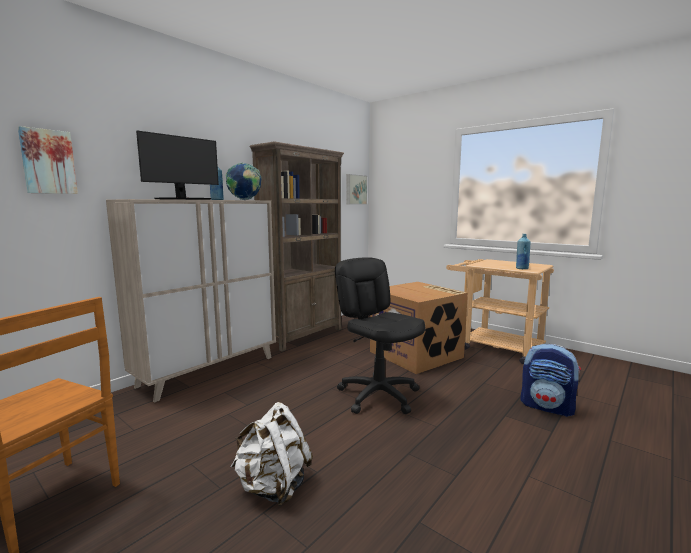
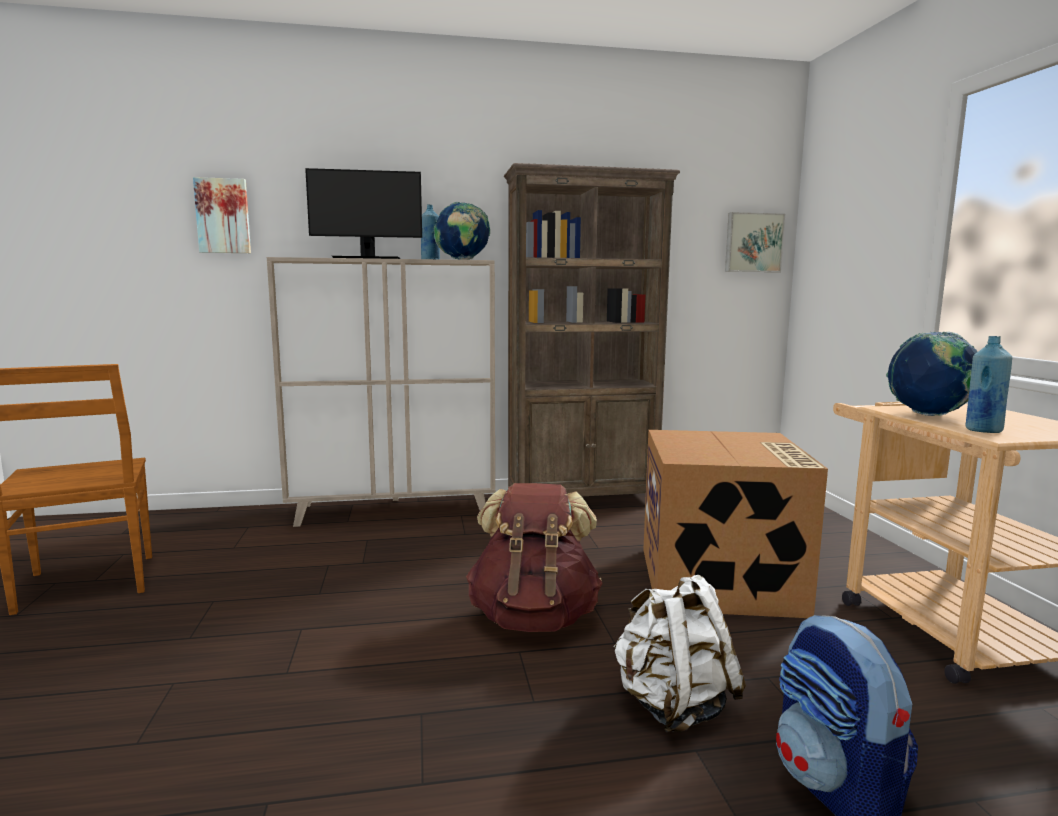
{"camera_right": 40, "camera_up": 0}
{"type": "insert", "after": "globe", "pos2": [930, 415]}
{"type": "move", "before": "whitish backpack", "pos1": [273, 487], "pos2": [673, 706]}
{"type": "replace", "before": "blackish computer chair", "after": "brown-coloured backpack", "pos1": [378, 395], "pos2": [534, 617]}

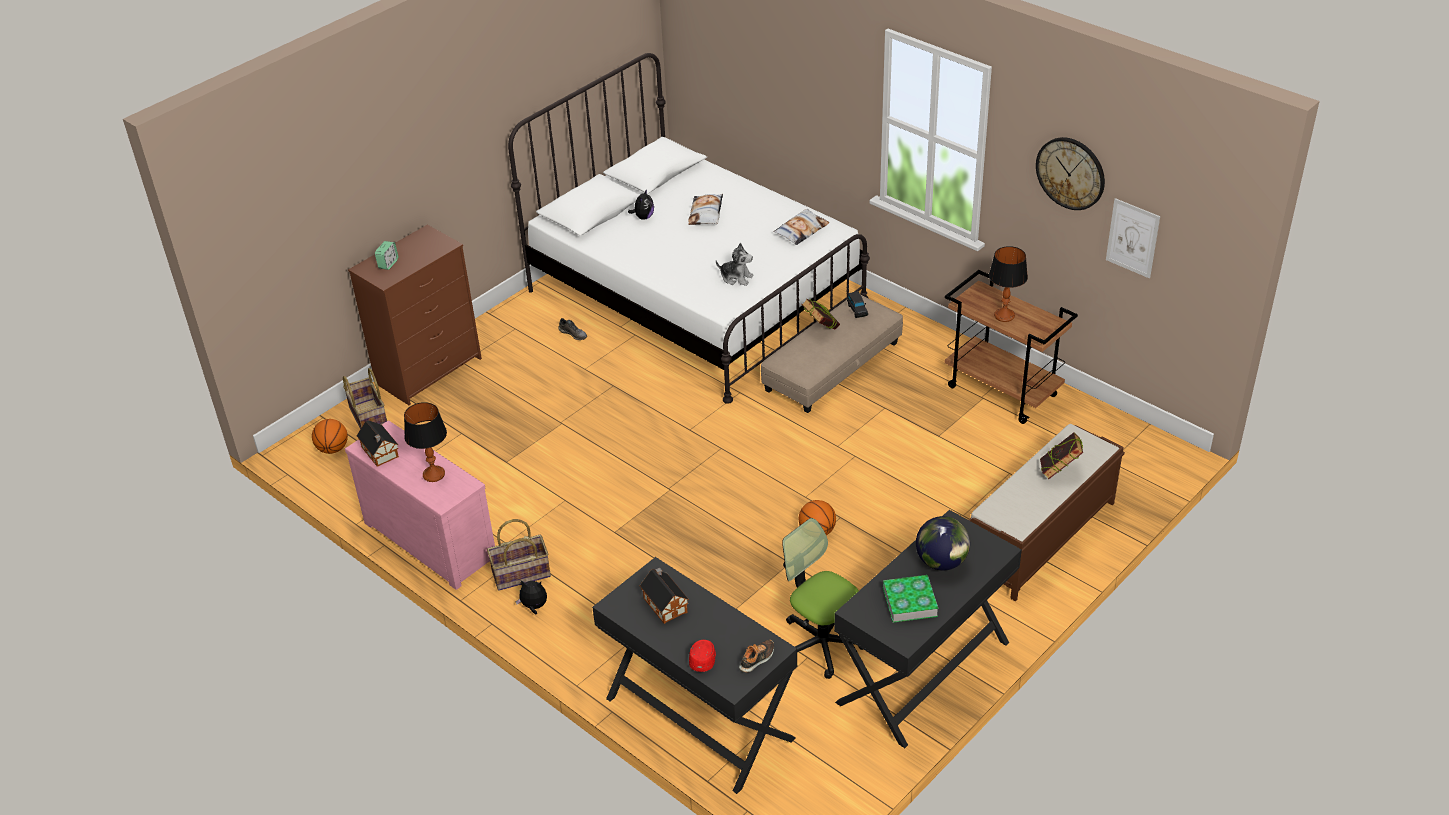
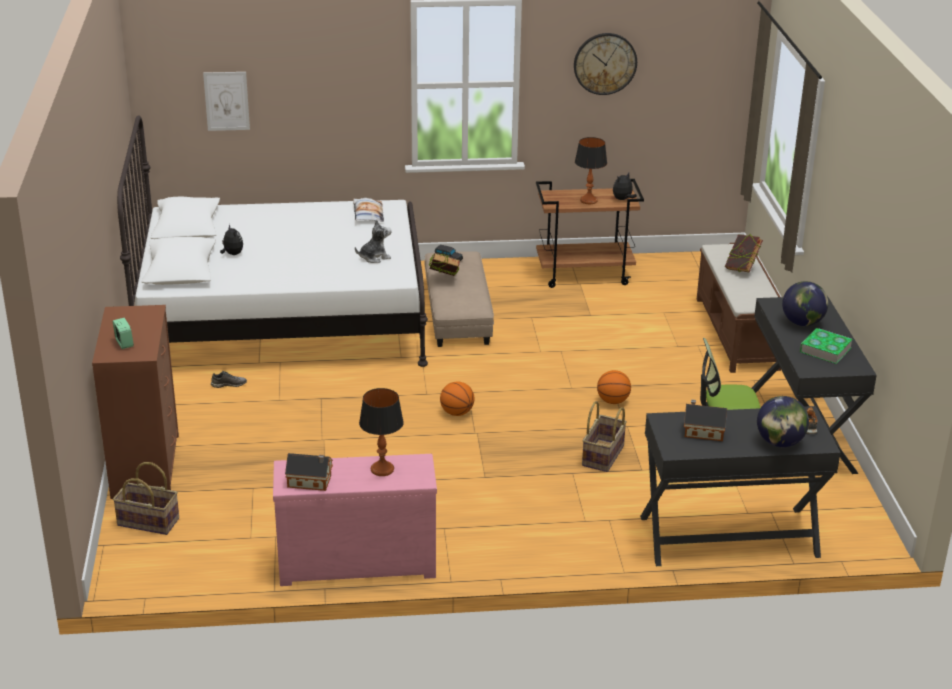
{"camera_right": -50, "camera_up": -10}
{"type": "delete", "before": "pillow", "pos1": [706, 213]}
{"type": "move", "before": "basketball ball", "pos1": [333, 449], "pos2": [457, 413]}
{"type": "move", "before": "household basket", "pos1": [521, 575], "pos2": [603, 456]}
{"type": "move", "before": "cuddly toy", "pos1": [534, 607], "pos2": [623, 199]}
{"type": "move", "before": "wall picture", "pos1": [1132, 238], "pos2": [226, 101]}
{"type": "replace", "before": "red cap", "after": "globe", "pos1": [703, 658], "pos2": [779, 442]}

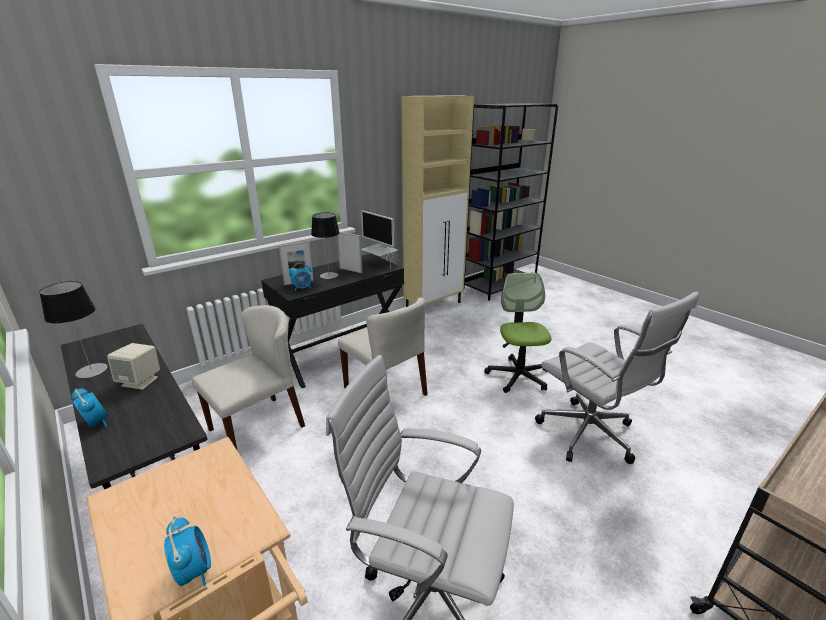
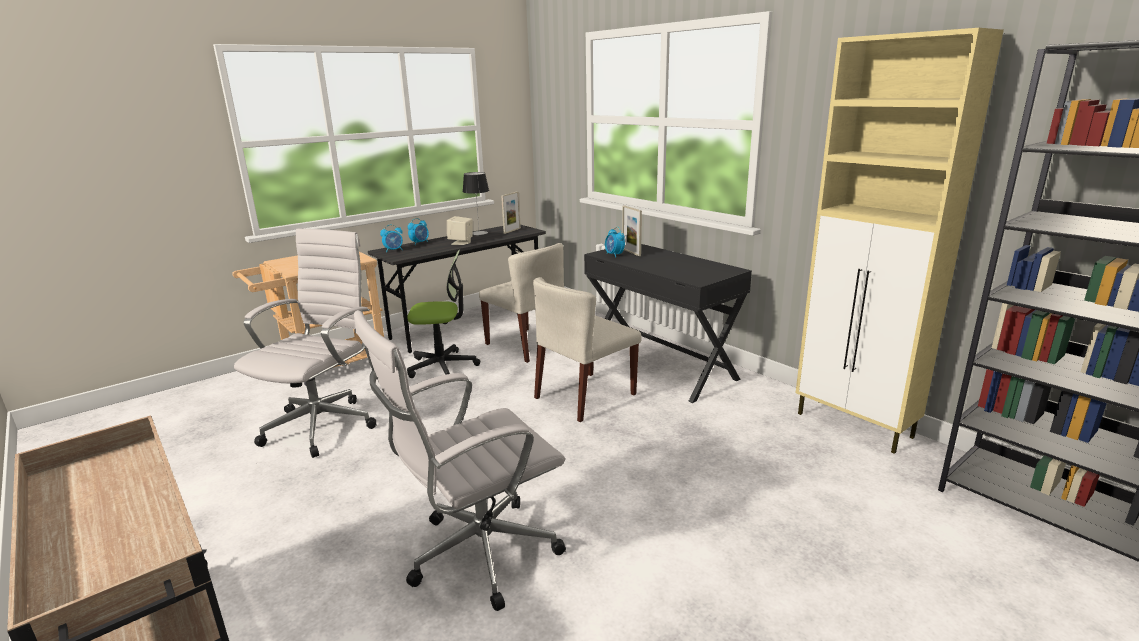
{"camera_right": 90, "camera_up": -5}
{"type": "delete", "before": "table lamp", "pos1": [329, 275]}
{"type": "delete", "before": "monitor", "pos1": [380, 265]}
{"type": "move", "before": "table clock", "pos1": [194, 571], "pos2": [394, 250]}
{"type": "move", "before": "standing frame", "pos1": [350, 270], "pos2": [512, 231]}
{"type": "move", "before": "computer chair", "pos1": [518, 376], "pos2": [443, 366]}

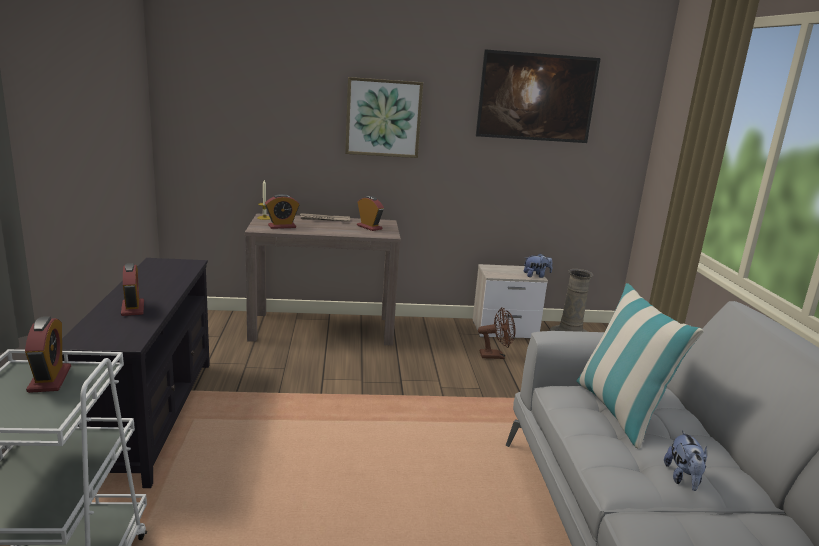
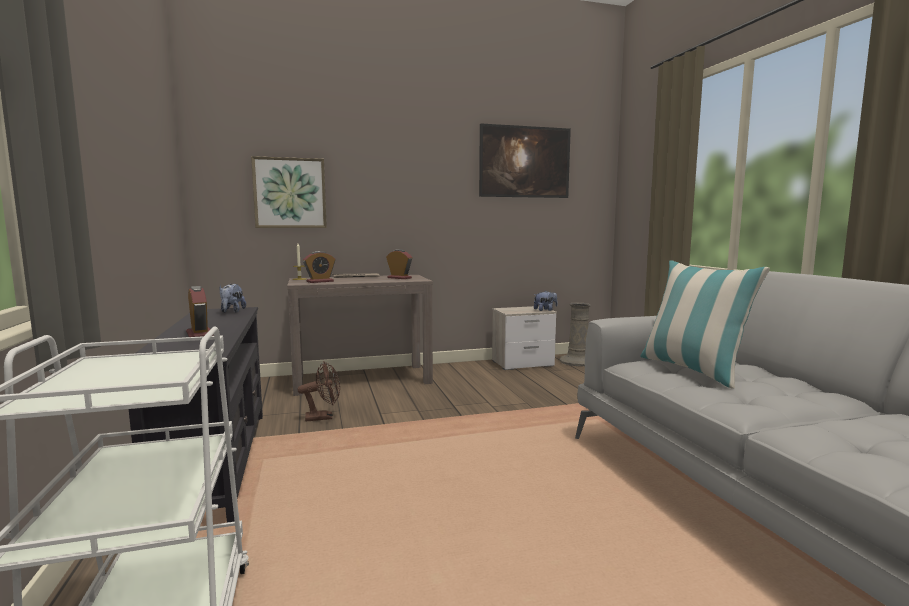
{"camera_right": -10, "camera_up": -10}
{"type": "delete", "before": "table clock", "pos1": [49, 379]}
{"type": "move", "before": "wall picture", "pos1": [383, 118], "pos2": [290, 193]}
{"type": "move", "before": "brown-coloured electric fan", "pos1": [496, 356], "pos2": [323, 417]}
{"type": "move", "before": "cuddly toy", "pos1": [683, 478], "pos2": [232, 311]}

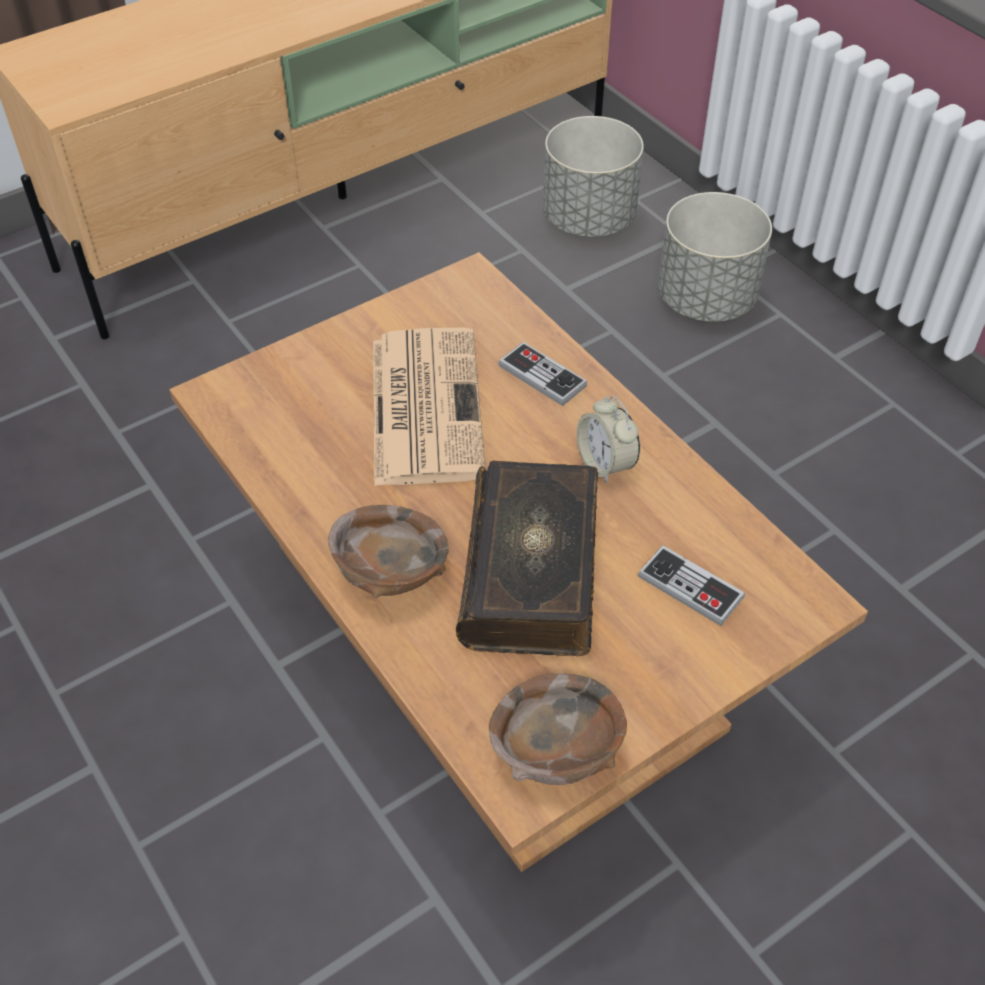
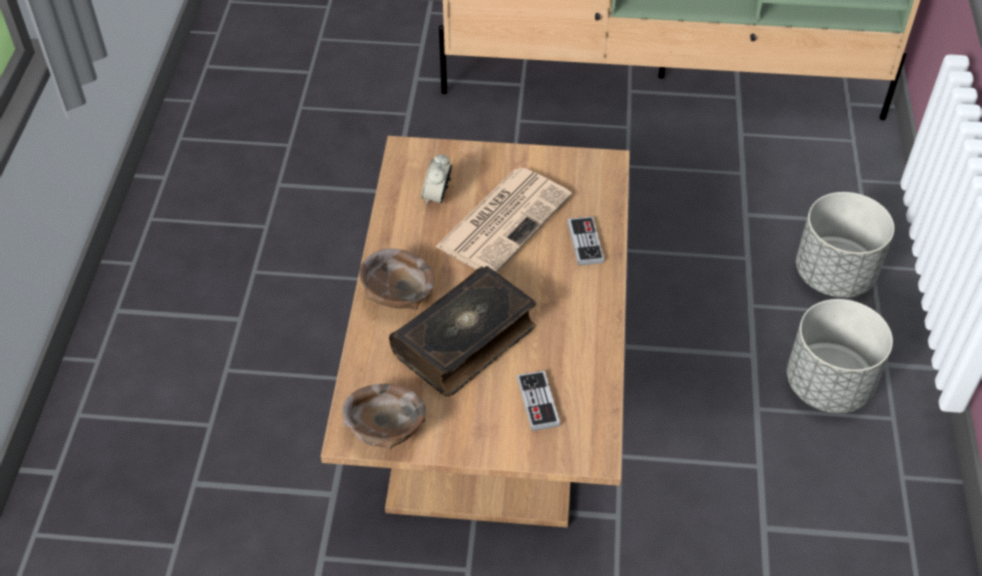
{"camera_right": 40, "camera_up": 0}
{"type": "move", "before": "gray plant pot", "pos1": [589, 219], "pos2": [828, 385]}
{"type": "move", "before": "table clock", "pos1": [605, 464], "pos2": [437, 196]}

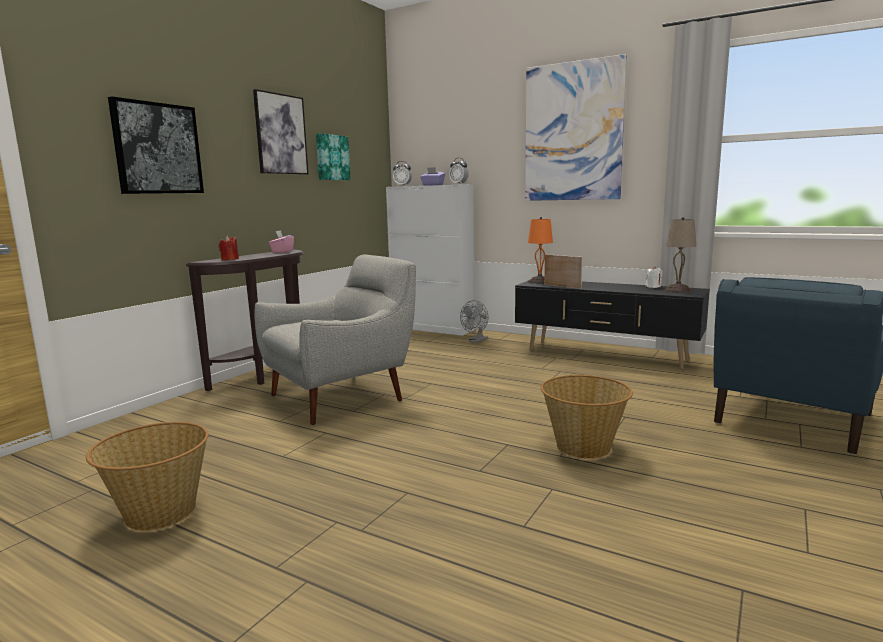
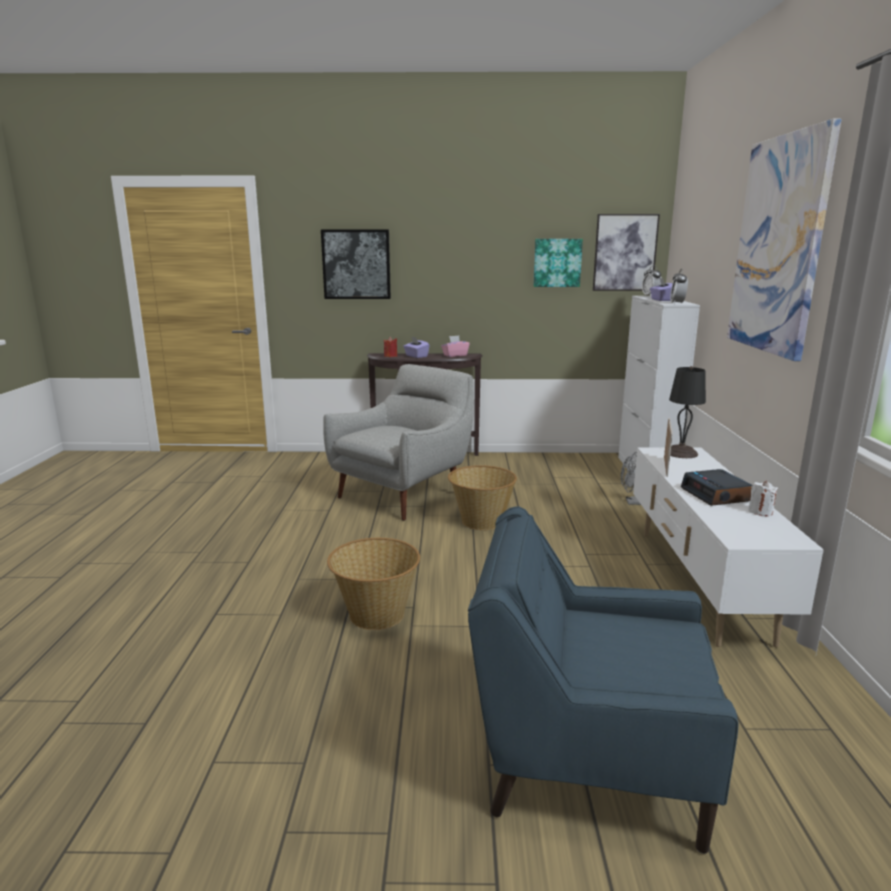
{"camera_right": 60, "camera_up": 5}
{"type": "delete", "before": "beige-coloured table lamp", "pos1": [678, 290]}
{"type": "insert", "after": "purplish tissue box", "pos2": [416, 356]}
{"type": "insert", "after": "table clock", "pos2": [717, 495]}
{"type": "move", "before": "household basket", "pos1": [159, 513], "pos2": [481, 521]}
{"type": "move", "before": "wall picture", "pos1": [281, 134], "pos2": [625, 252]}
{"type": "recolor", "before": "blackish tv stand", "after": "whitish tv stand", "pos1": [606, 355], "pos2": [699, 583]}
{"type": "recolor", "before": "orangey table lamp", "after": "blackish table lamp", "pos1": [540, 281], "pos2": [681, 453]}
{"type": "rotate", "before": "gray easy chair", "pos1": [342, 396], "pos2": [403, 494], "turn": -75}

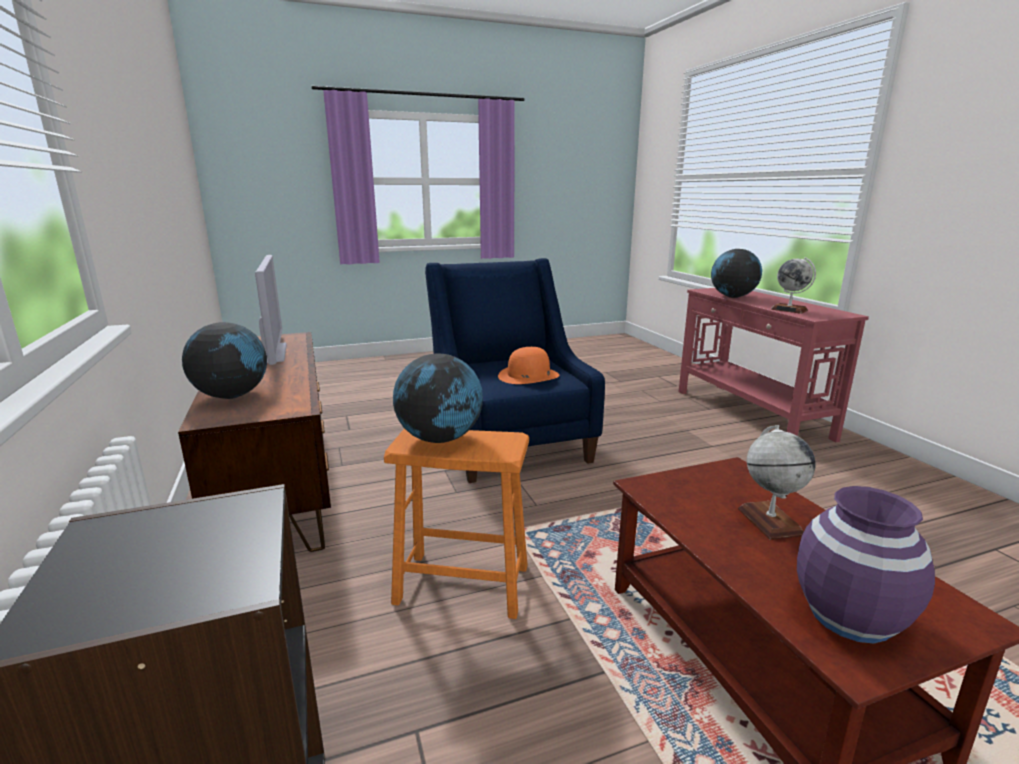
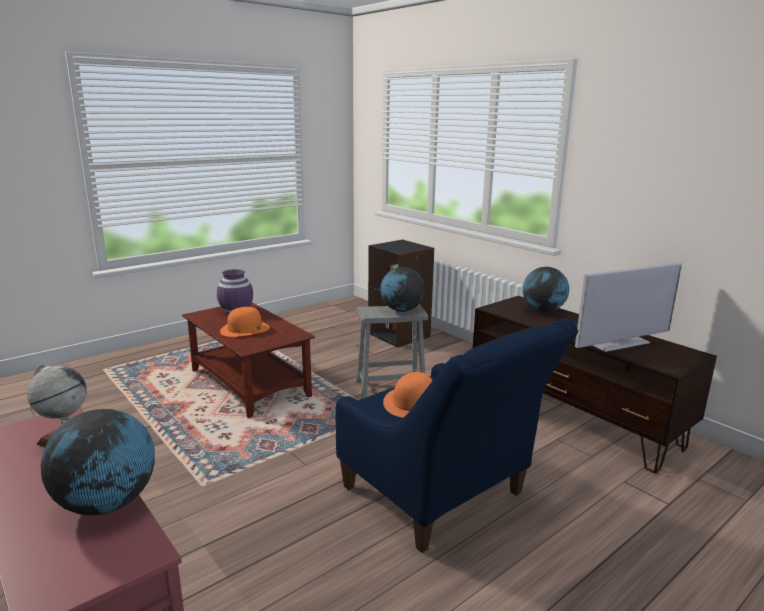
{"camera_right": 160, "camera_up": 0}
{"type": "replace", "before": "globe", "after": "orangey clothing hat", "pos1": [769, 521], "pos2": [244, 329]}
{"type": "recolor", "before": "orangey sitting stool", "after": "gray sitting stool", "pos1": [462, 584], "pos2": [390, 387]}
{"type": "rotate", "before": "TV set", "pos1": [272, 353], "pos2": [619, 343], "turn": -75}

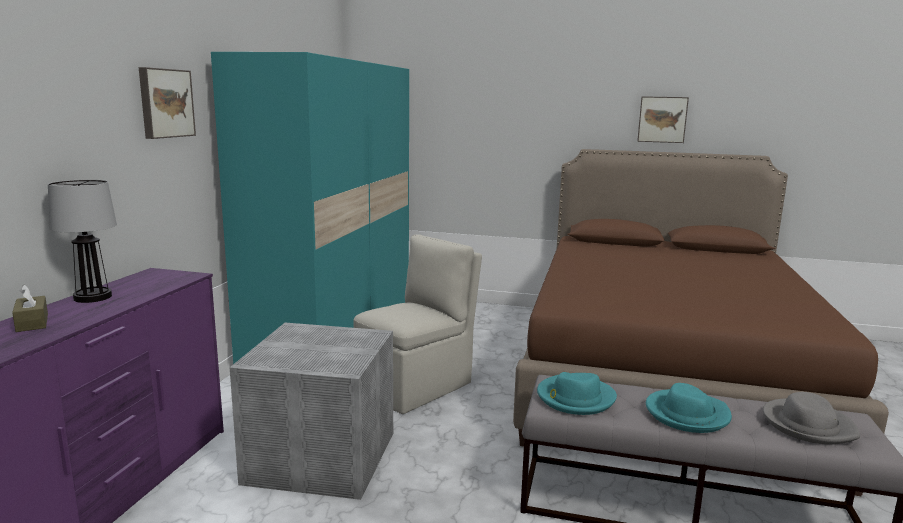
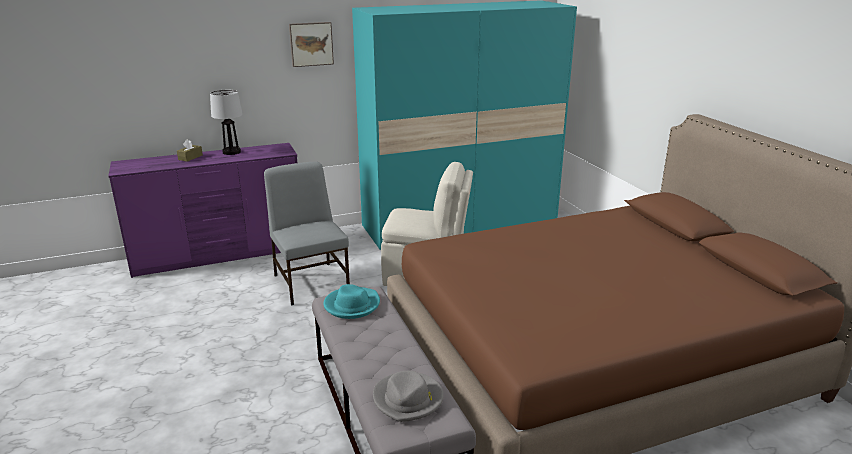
{"camera_right": 55, "camera_up": 10}
{"type": "delete", "before": "wall picture", "pos1": [662, 119]}
{"type": "delete", "before": "blue-green clothing hat", "pos1": [687, 414]}
{"type": "replace", "before": "gray storage box", "after": "gray chair", "pos1": [320, 456], "pos2": [311, 282]}

